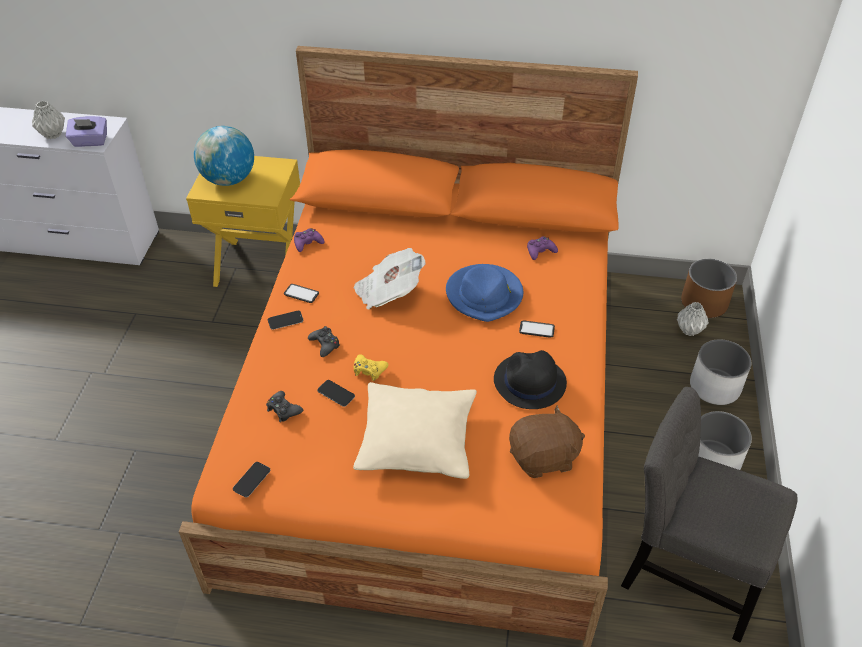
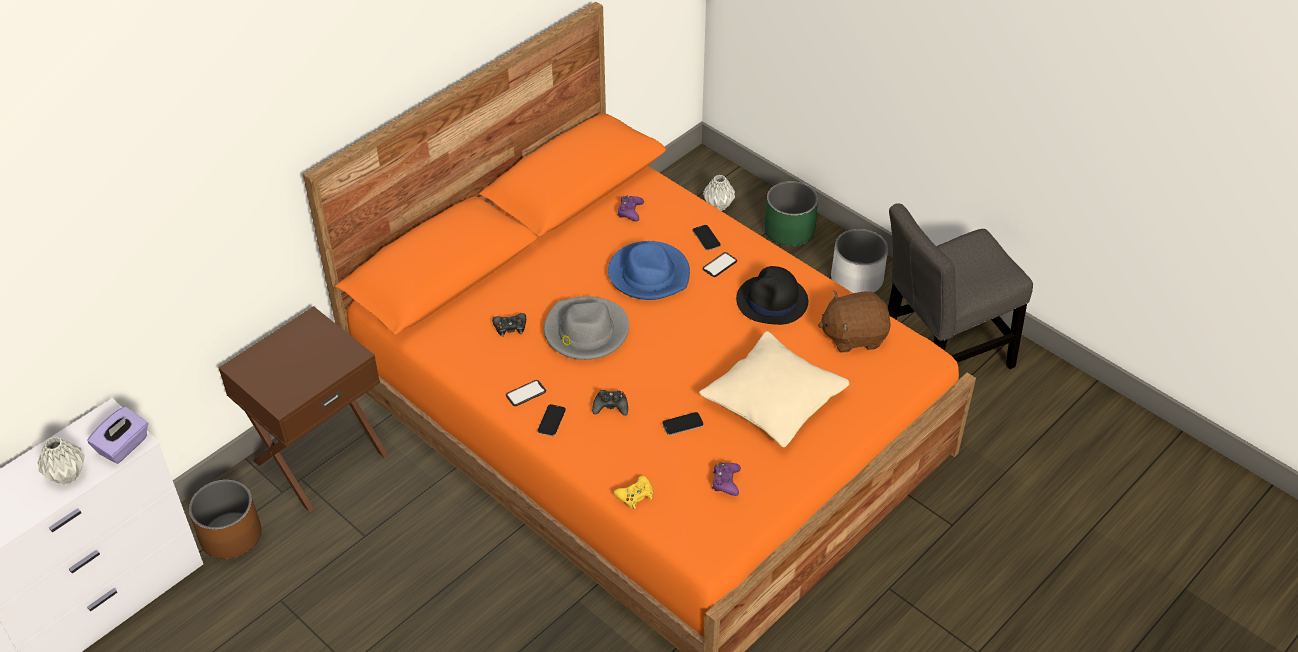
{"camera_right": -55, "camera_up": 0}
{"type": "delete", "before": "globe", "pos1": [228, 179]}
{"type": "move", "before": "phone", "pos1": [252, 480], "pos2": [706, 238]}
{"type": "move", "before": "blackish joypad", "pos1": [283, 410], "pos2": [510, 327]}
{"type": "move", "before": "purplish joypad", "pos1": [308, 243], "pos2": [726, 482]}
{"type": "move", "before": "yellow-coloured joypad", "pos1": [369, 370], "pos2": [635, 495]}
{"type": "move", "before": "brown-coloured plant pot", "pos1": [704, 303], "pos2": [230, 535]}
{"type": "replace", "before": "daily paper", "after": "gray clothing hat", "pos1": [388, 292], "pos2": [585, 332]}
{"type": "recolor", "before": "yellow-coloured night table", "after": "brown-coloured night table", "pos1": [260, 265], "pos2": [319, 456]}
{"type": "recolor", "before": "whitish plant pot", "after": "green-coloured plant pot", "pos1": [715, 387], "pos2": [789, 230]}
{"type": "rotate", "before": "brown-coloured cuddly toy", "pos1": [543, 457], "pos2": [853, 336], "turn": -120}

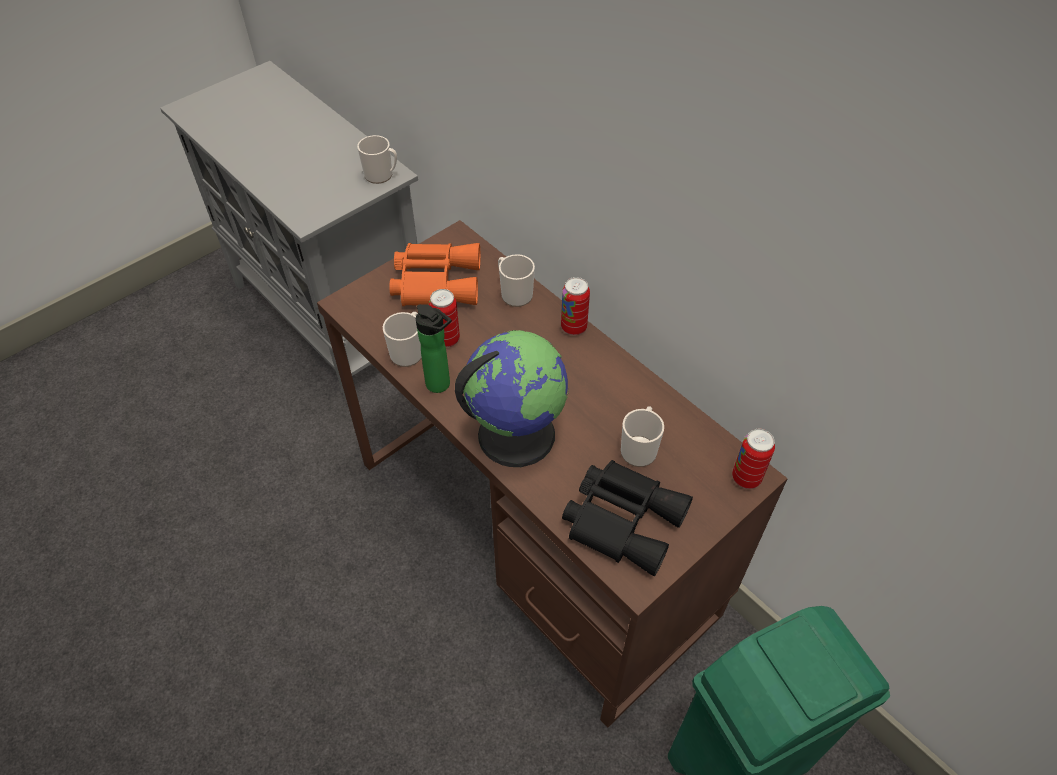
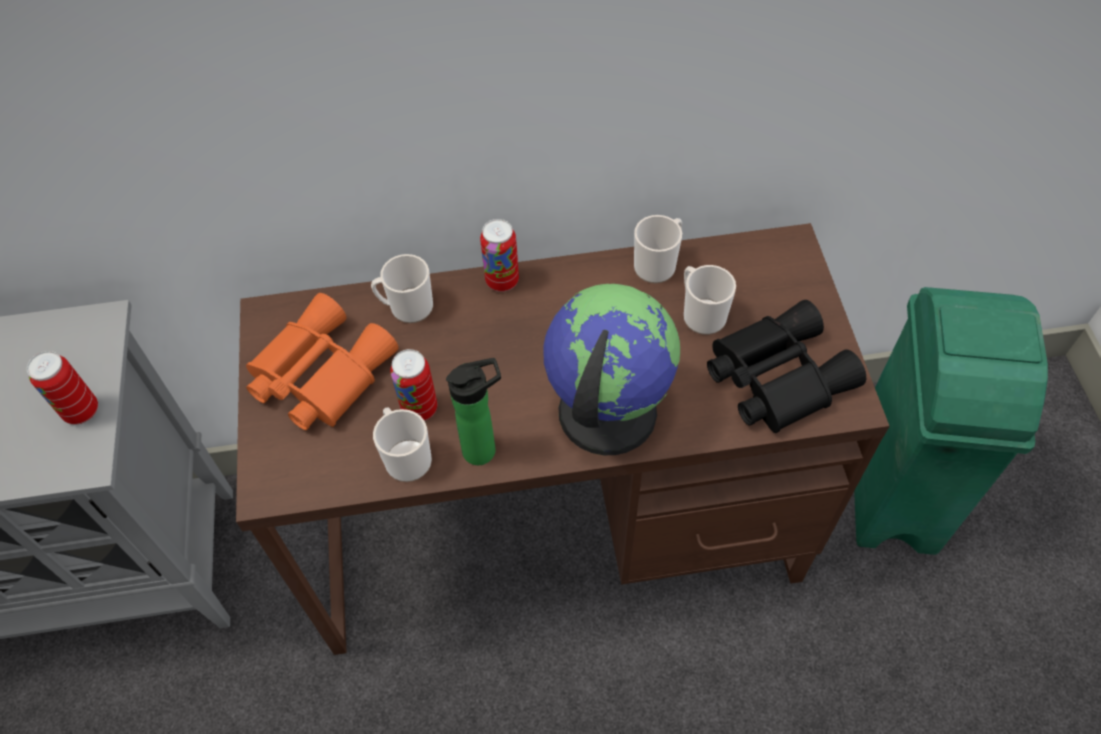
{"camera_right": -55, "camera_up": 5}
{"type": "move", "before": "mug", "pos1": [381, 175], "pos2": [658, 264]}
{"type": "move", "before": "can", "pos1": [746, 478], "pos2": [81, 411]}

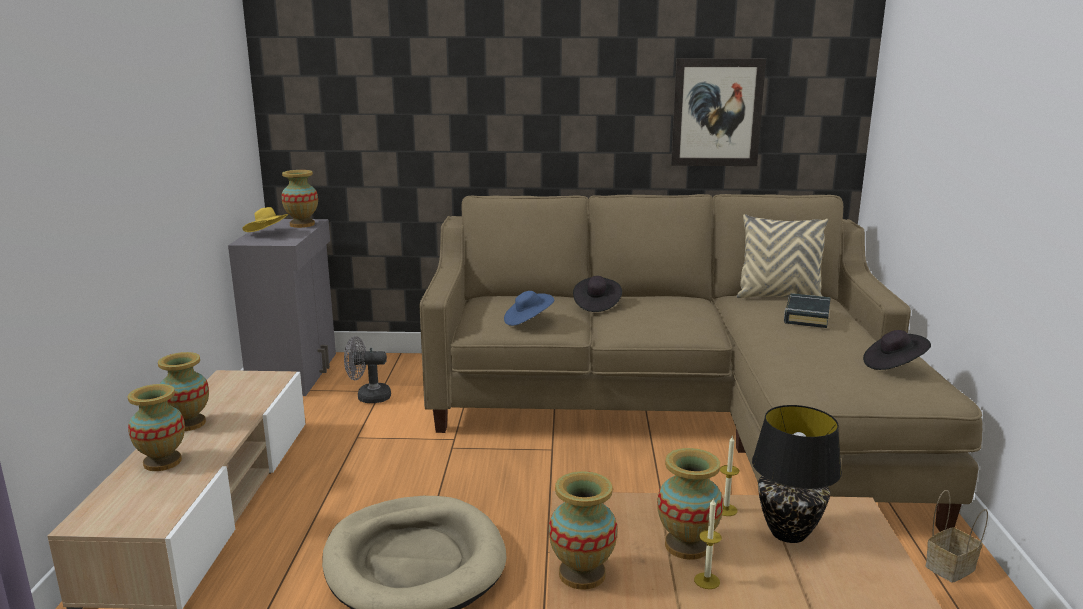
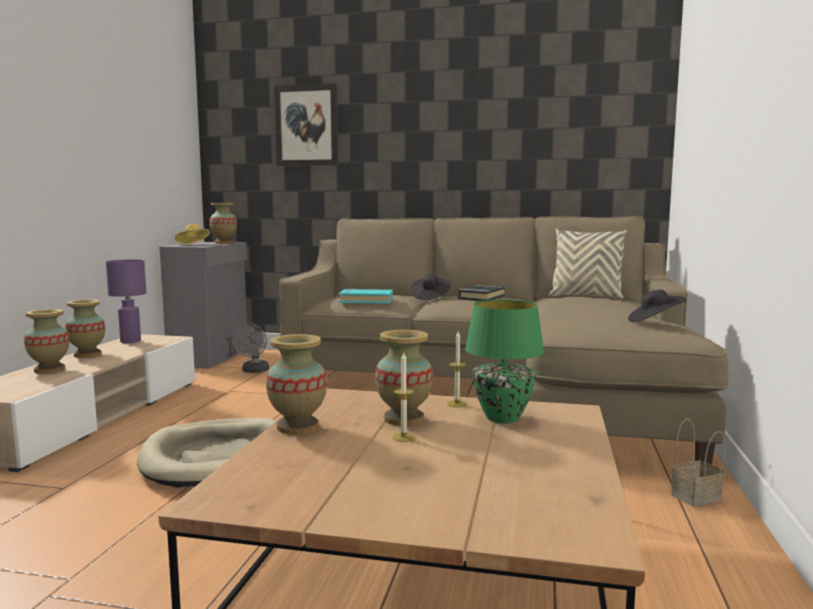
{"camera_right": 10, "camera_up": -10}
{"type": "insert", "after": "purplish table lamp", "pos2": [130, 341]}
{"type": "move", "before": "wall picture", "pos1": [716, 112], "pos2": [307, 126]}
{"type": "move", "before": "blackish book", "pos1": [806, 315], "pos2": [481, 297]}
{"type": "replace", "before": "blue-coloured clothing hat", "after": "blue-green book", "pos1": [528, 321], "pos2": [366, 300]}
{"type": "recolor", "before": "blackish table lamp", "after": "green-coloured table lamp", "pos1": [787, 533], "pos2": [501, 418]}
{"type": "rotate", "before": "gray electric fan", "pos1": [368, 397], "pos2": [254, 371], "turn": -90}

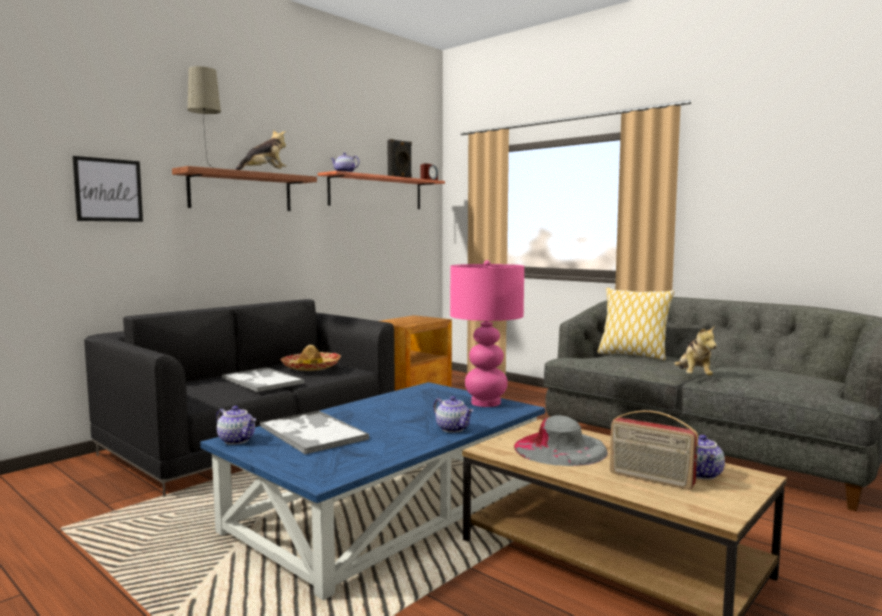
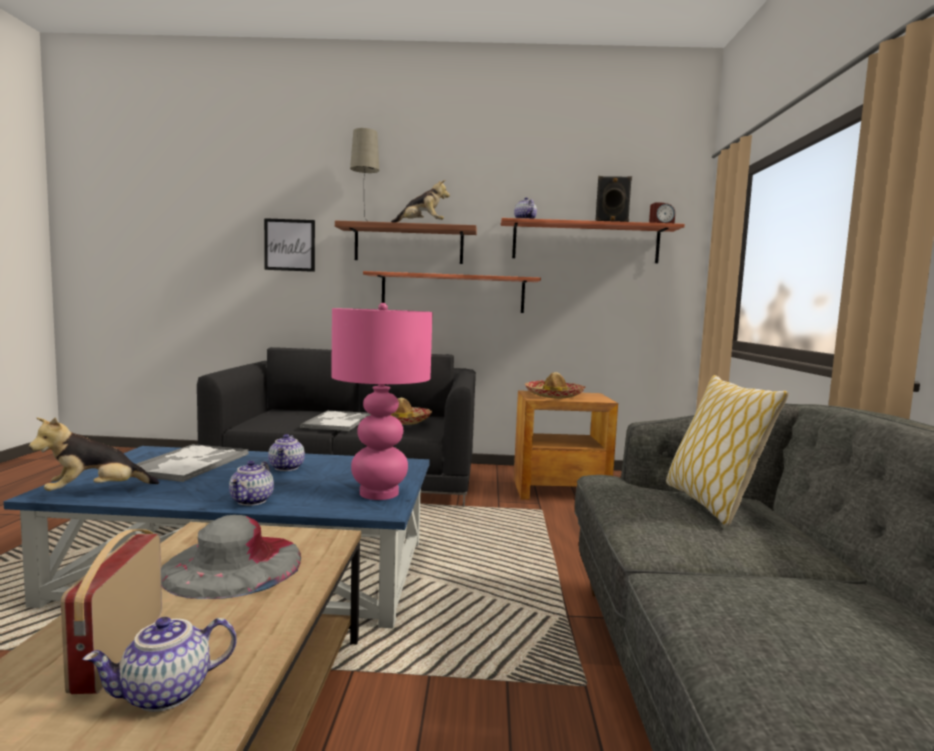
{"camera_right": 50, "camera_up": 0}
{"type": "insert", "after": "wall shelf", "pos2": [452, 293]}
{"type": "insert", "after": "clothing hat", "pos2": [554, 395]}
{"type": "move", "before": "pot for tea", "pos1": [237, 440], "pos2": [287, 468]}
{"type": "move", "before": "cuddly toy", "pos1": [693, 376], "pos2": [95, 492]}

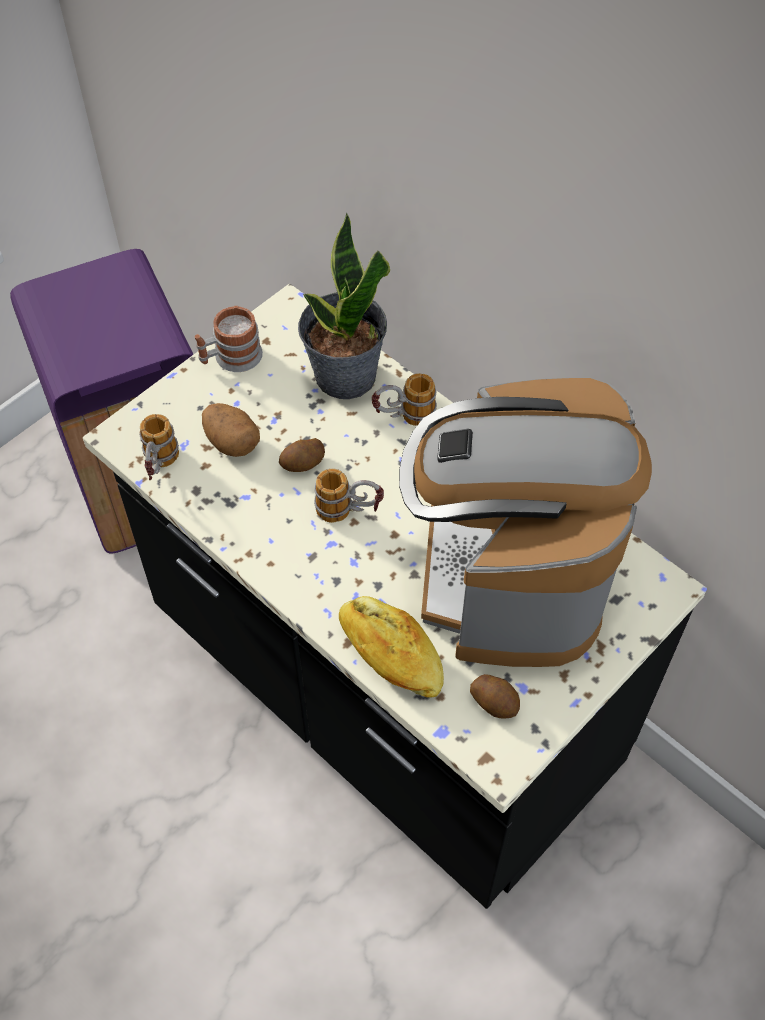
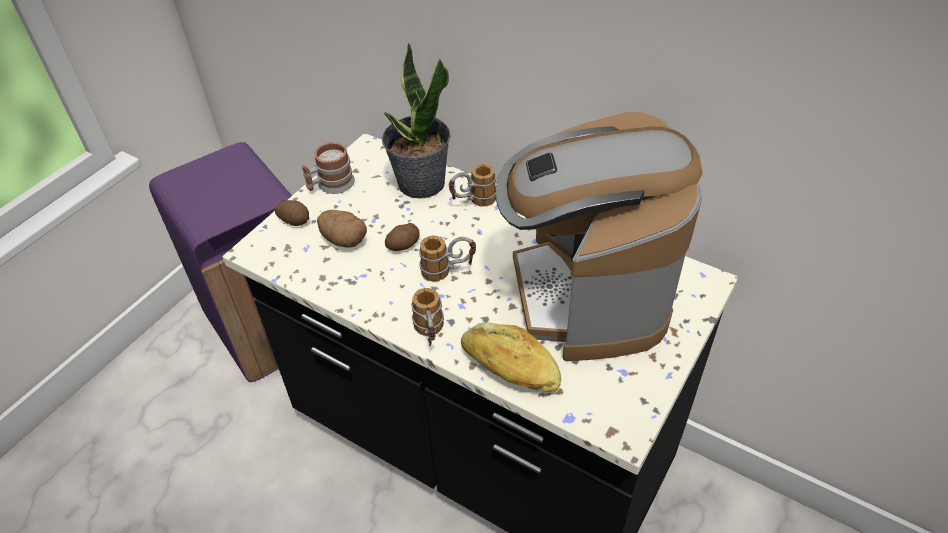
{"camera_right": -10, "camera_up": -10}
{"type": "move", "before": "mug", "pos1": [160, 467], "pos2": [430, 336]}
{"type": "move", "before": "potato", "pos1": [495, 702], "pos2": [295, 220]}

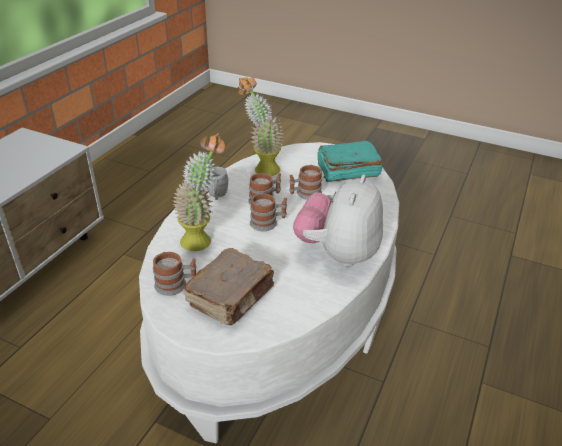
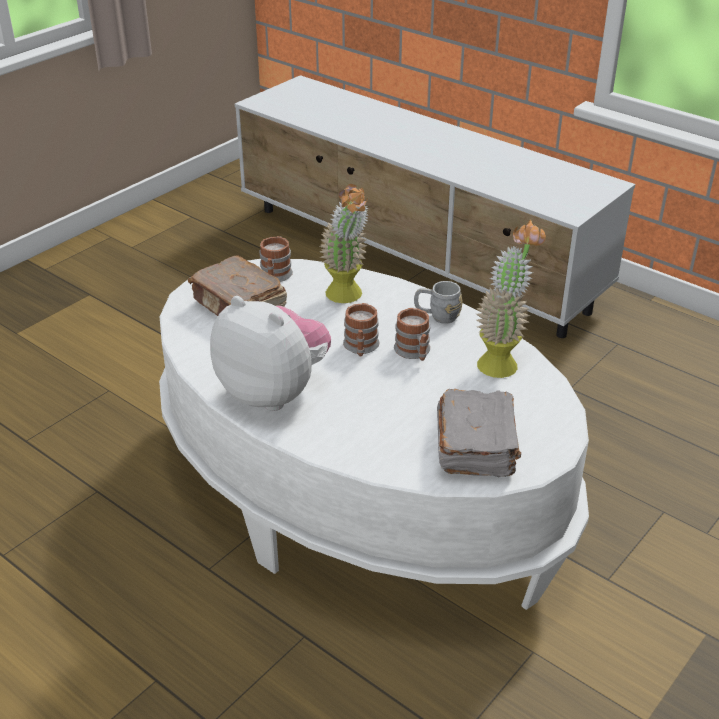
{"camera_right": 105, "camera_up": 0}
{"type": "delete", "before": "mug", "pos1": [305, 194]}
{"type": "recolor", "before": "blue-green book", "after": "gray book", "pos1": [347, 171], "pos2": [477, 446]}

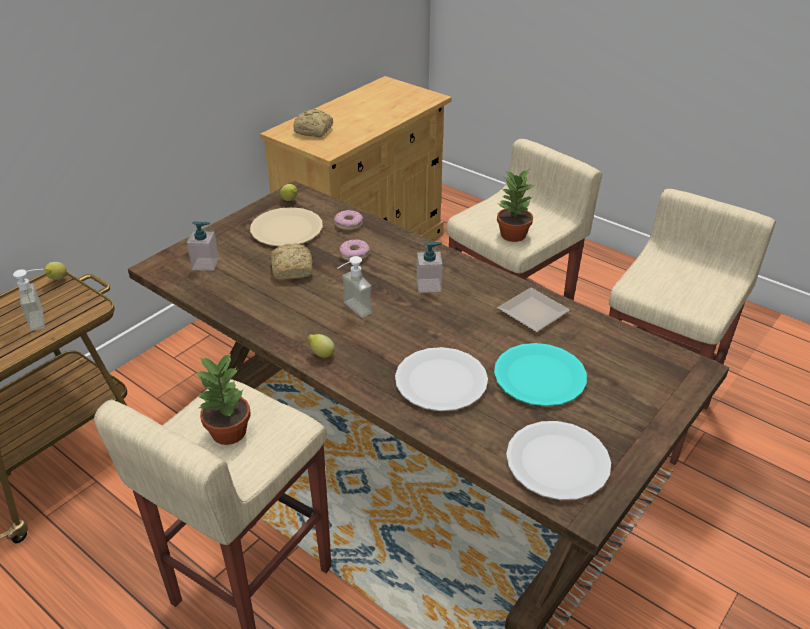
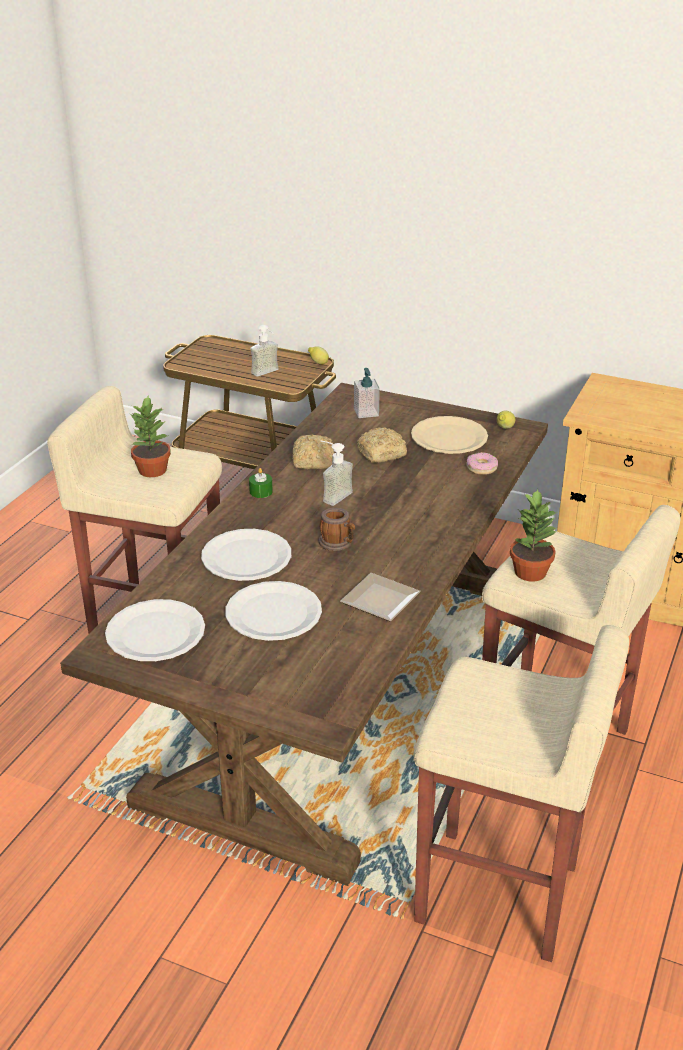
{"camera_right": 75, "camera_up": -5}
{"type": "delete", "before": "doughnut", "pos1": [354, 254]}
{"type": "delete", "before": "soap dispenser", "pos1": [429, 285]}
{"type": "insert", "after": "mug", "pos2": [338, 543]}
{"type": "move", "before": "baked bread", "pos1": [314, 131], "pos2": [313, 461]}
{"type": "replace", "before": "lemon", "after": "green-coloured wax candle", "pos1": [321, 354], "pos2": [261, 492]}
{"type": "recolor", "before": "blue-green plate", "after": "whitish plate", "pos1": [540, 376], "pos2": [273, 614]}

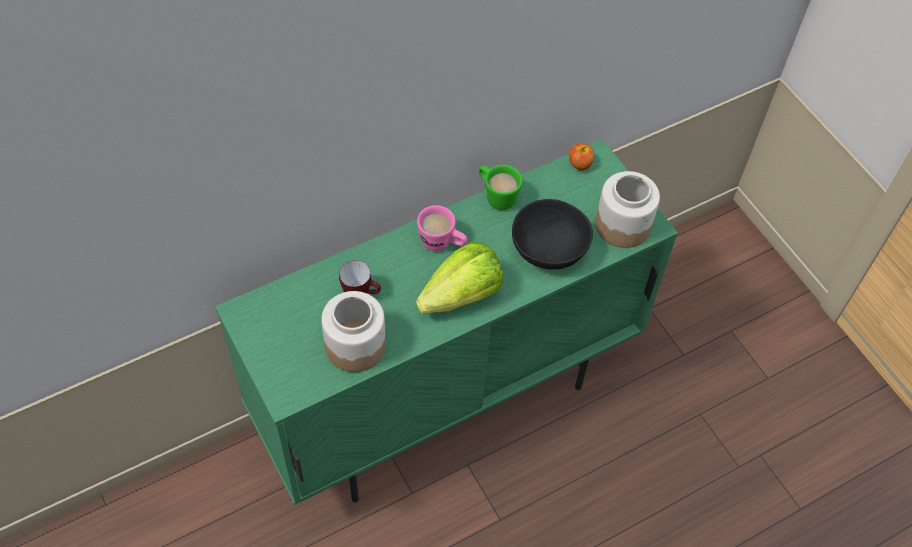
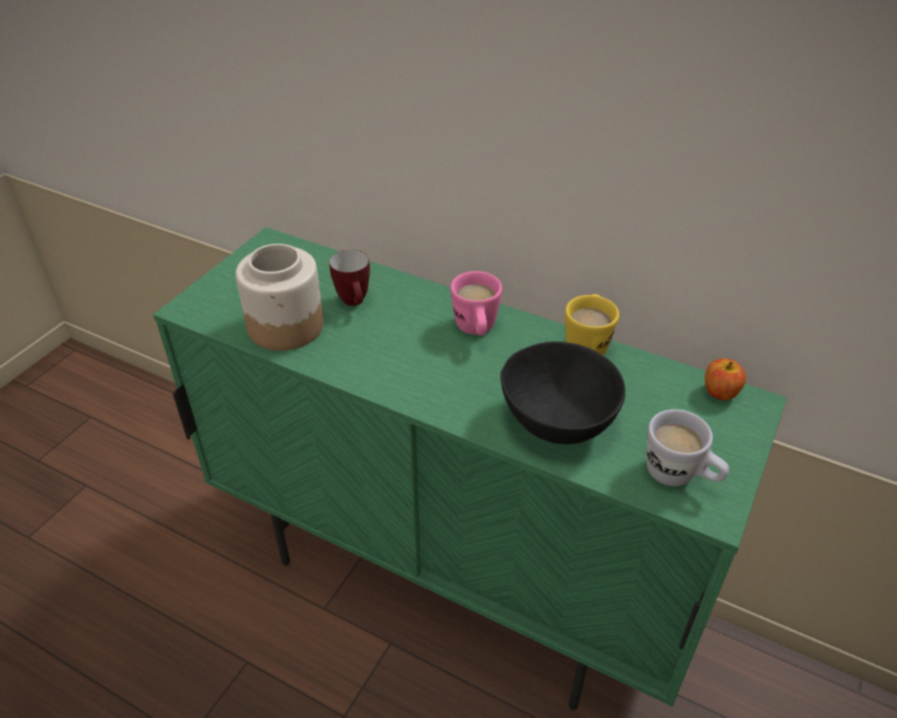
{"camera_right": 60, "camera_up": -15}
{"type": "delete", "before": "lettuce head", "pos1": [462, 296]}
{"type": "replace", "before": "jar", "after": "whitish mug", "pos1": [623, 224], "pos2": [680, 477]}
{"type": "recolor", "before": "green-coloured mug", "after": "yellow-coloured mug", "pos1": [496, 196], "pos2": [587, 343]}

